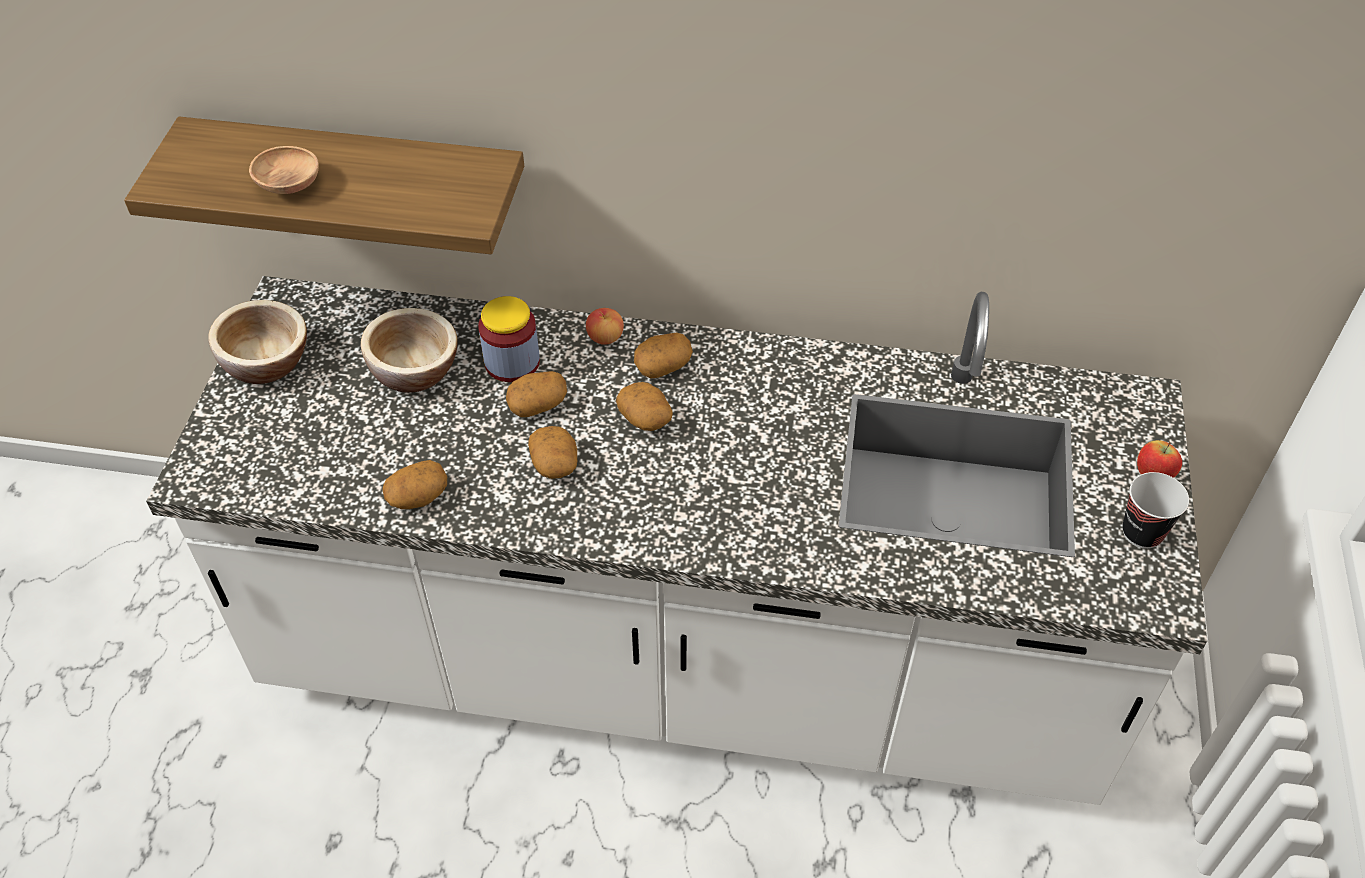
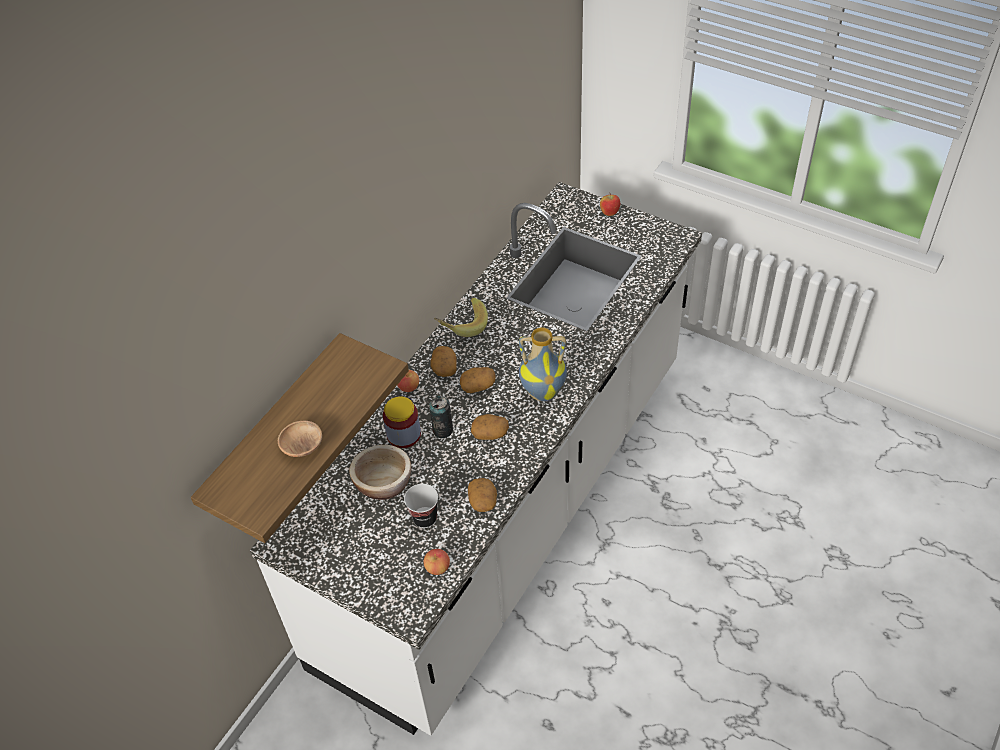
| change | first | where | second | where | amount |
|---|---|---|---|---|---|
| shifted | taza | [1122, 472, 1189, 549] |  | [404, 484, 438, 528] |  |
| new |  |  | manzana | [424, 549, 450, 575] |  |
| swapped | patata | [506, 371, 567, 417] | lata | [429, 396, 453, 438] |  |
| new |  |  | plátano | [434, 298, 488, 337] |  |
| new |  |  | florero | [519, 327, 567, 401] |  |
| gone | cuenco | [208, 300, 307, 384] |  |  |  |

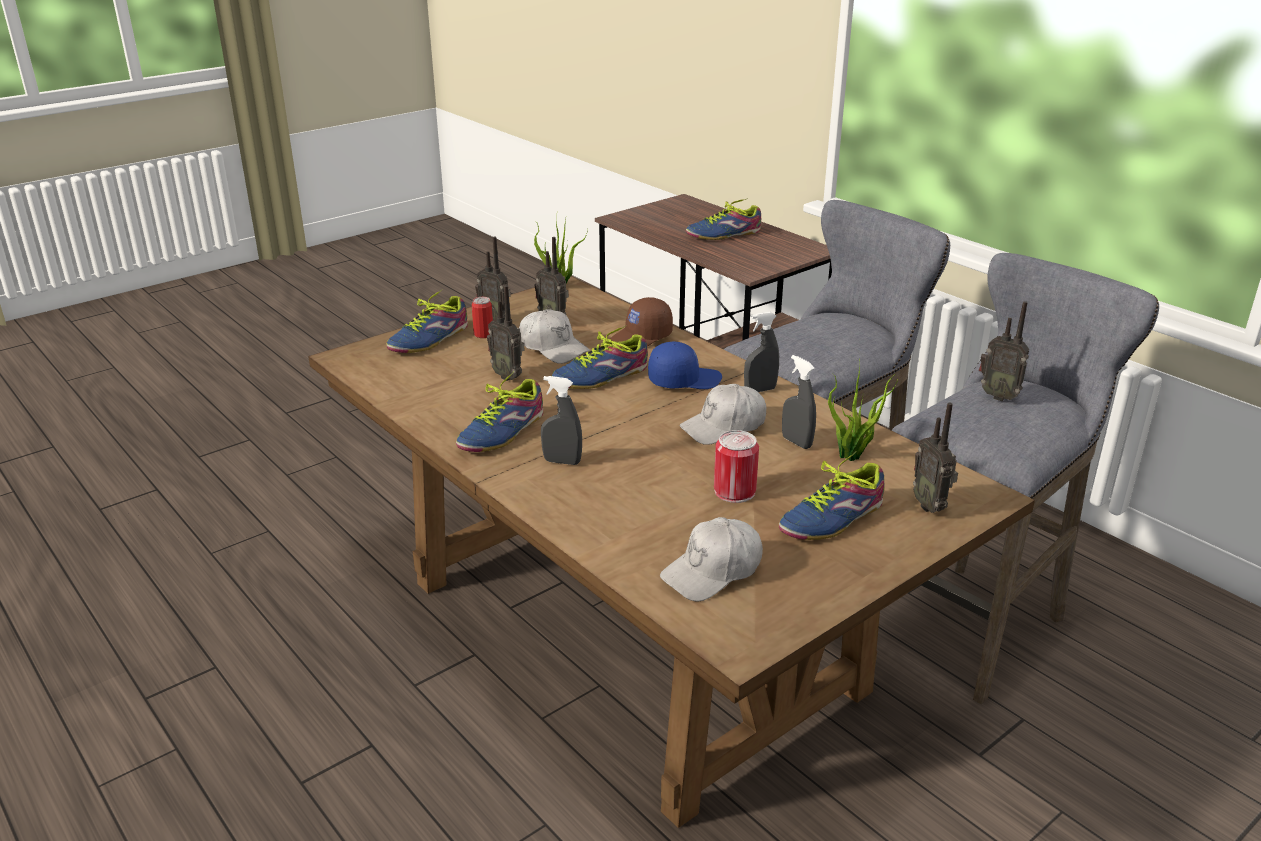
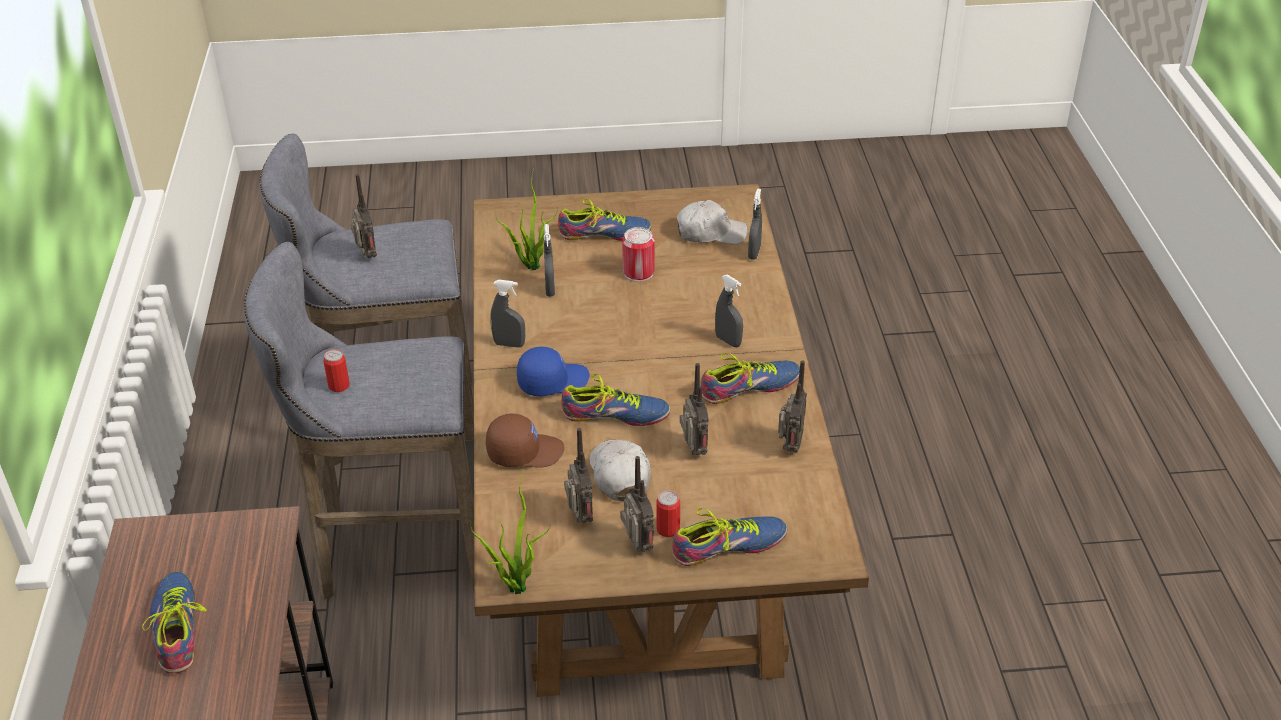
| change | first | where | second | where | amount |
|---|---|---|---|---|---|
| rotated | zapato | [686, 198, 761, 240] |  | [142, 572, 207, 674] | 120 degrees counterclockwise |
| new |  |  | lata | [323, 349, 350, 392] |  |
| rotated | gorra [azul] | [648, 342, 722, 389] |  | [517, 347, 590, 396] | 135 degrees clockwise |
| new |  |  | pulverizador [gris] | [748, 189, 762, 260] |  |
| shifted | radio | [913, 403, 958, 513] |  | [778, 360, 807, 453] |  |
| gone | gorra [blanco] | [679, 384, 766, 445] |  |  |  |

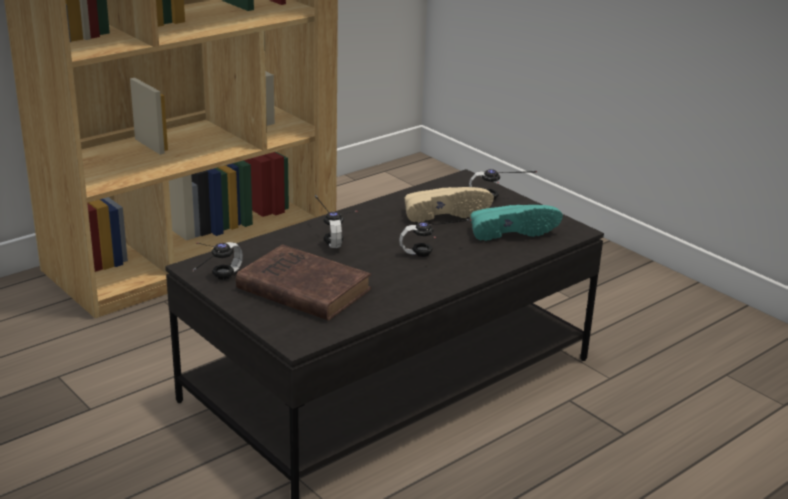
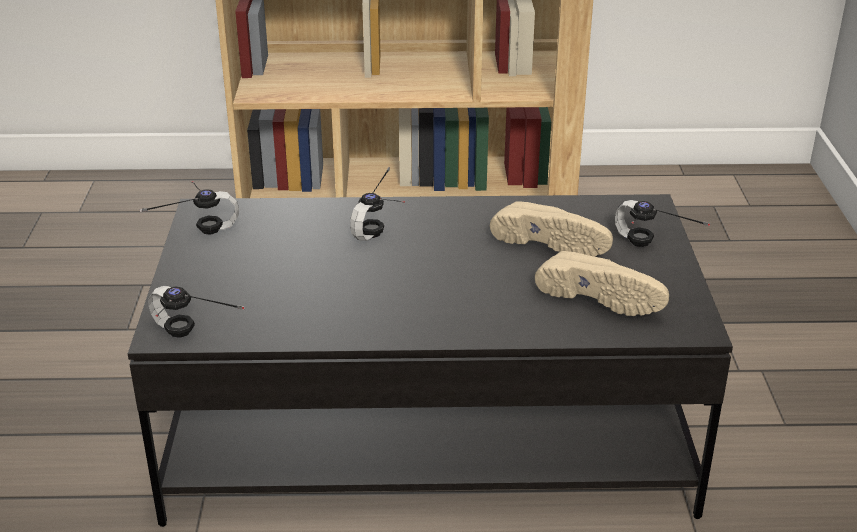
| change | first | where | second | where | amount |
|---|---|---|---|---|---|
| shifted | auriculares | [399, 219, 471, 257] |  | [148, 286, 245, 338] |  |
| repainted | zapato [turquesa] | [470, 205, 563, 241] | zapato [beis] | [535, 251, 669, 316] |  |
| gone | libro [marrón] | [236, 244, 371, 321] |  |  |  |

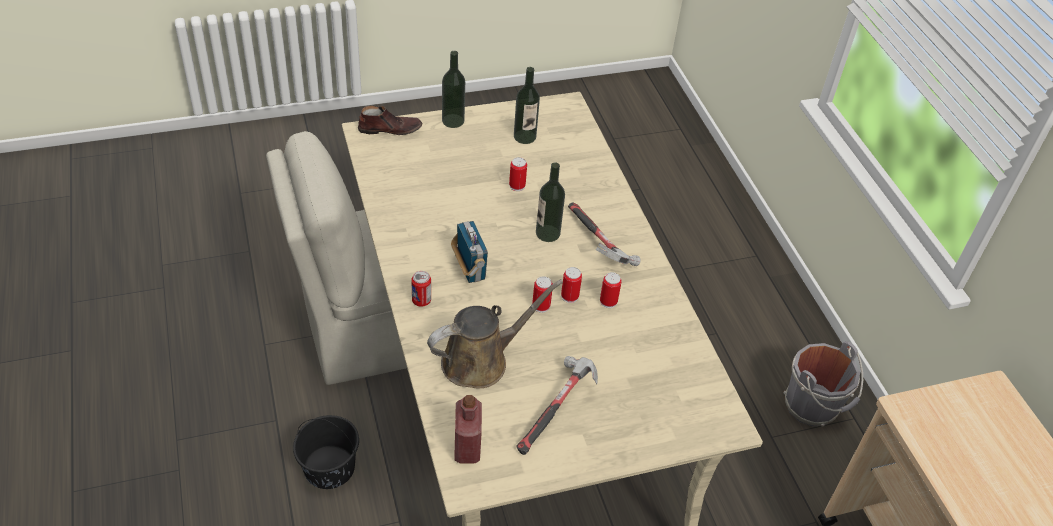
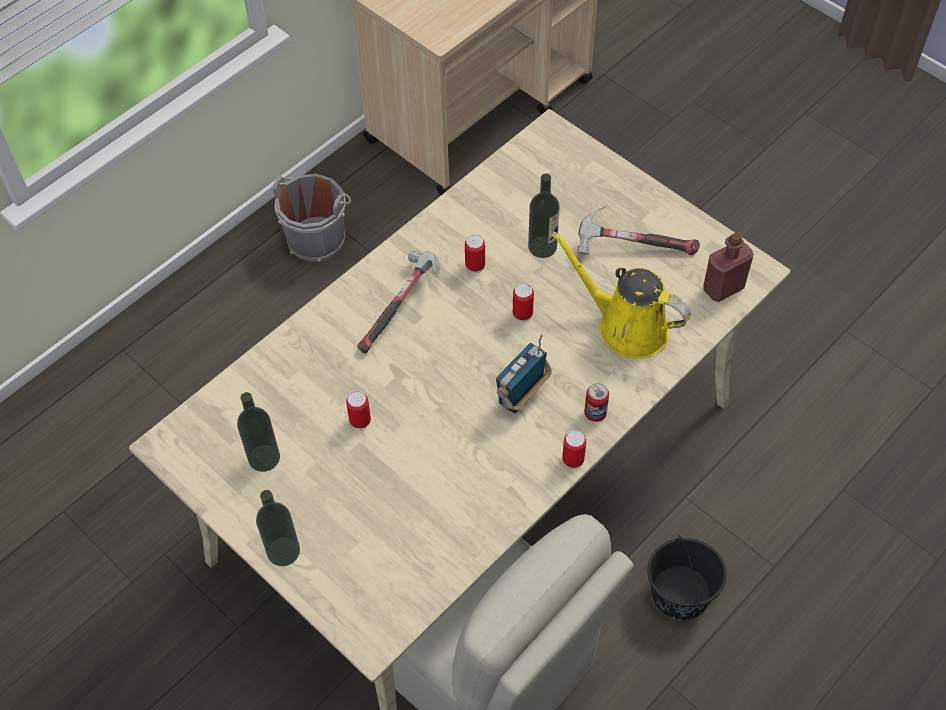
| change | first | where | second | where | amount |
|---|---|---|---|---|---|
| shifted | botella | [536, 162, 565, 242] |  | [528, 174, 560, 258] |  |
| repainted | regadera [marrón] | [427, 279, 563, 388] | regadera [amarillo] | [551, 231, 691, 359] |  |
| shifted | lata | [561, 267, 582, 303] |  | [562, 430, 586, 469] |  |
| gone | zapato [marrón] | [358, 106, 423, 135] |  |  |  |

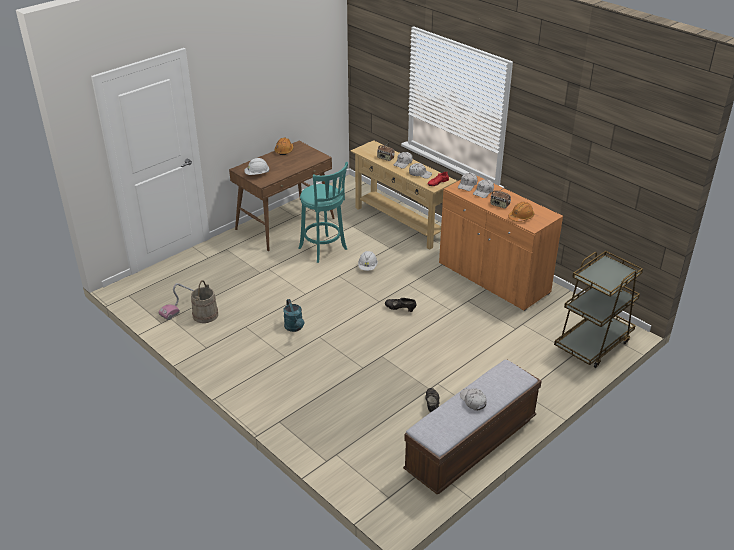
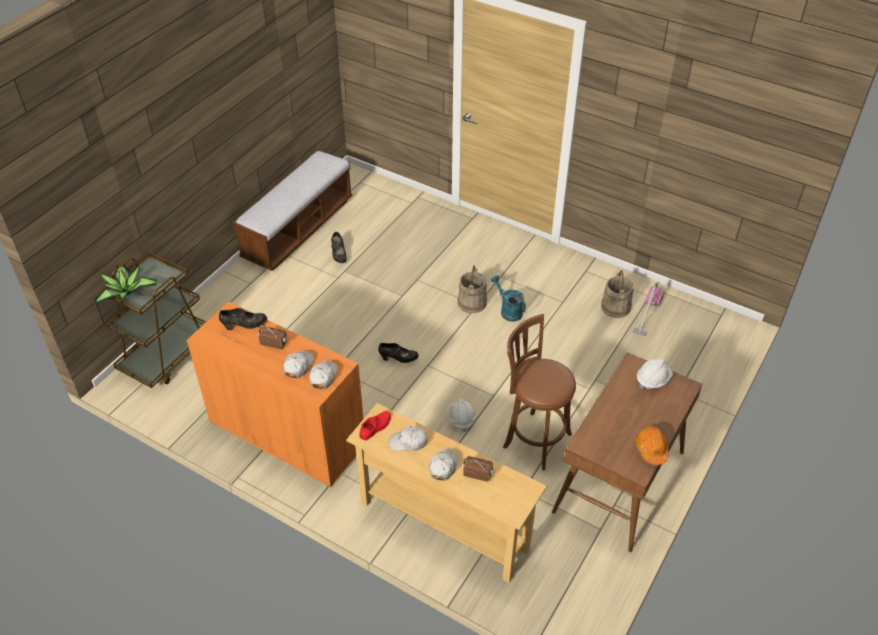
| change | first | where | second | where | amount |
|---|---|---|---|---|---|
| new |  |  | planta en maceta | [94, 264, 157, 305] |  |
| swapped | casco [naranja] | [508, 202, 534, 222] | zapato [negro] | [219, 308, 267, 330] |  |
| new |  |  | cubo [beis] | [457, 265, 487, 313] |  |
| repainted | taburete [turquesa] | [298, 162, 348, 263] | taburete [marrón] | [503, 314, 576, 470] |  |
| gone | gorra [blanco] | [460, 388, 487, 411] |  |  |  |

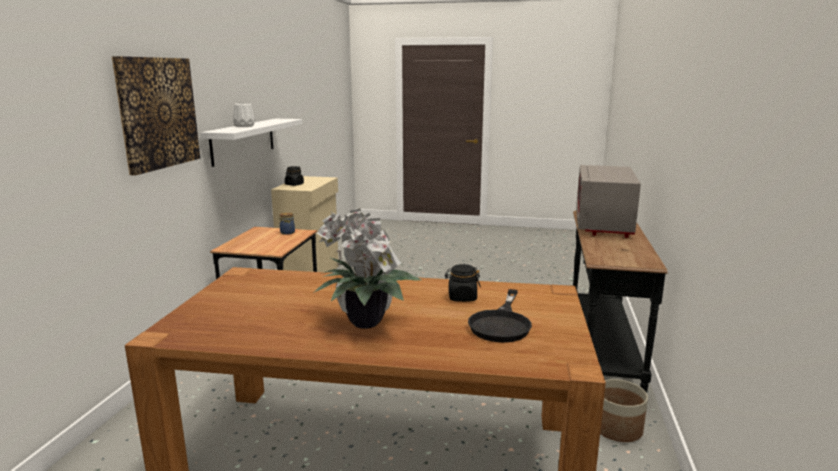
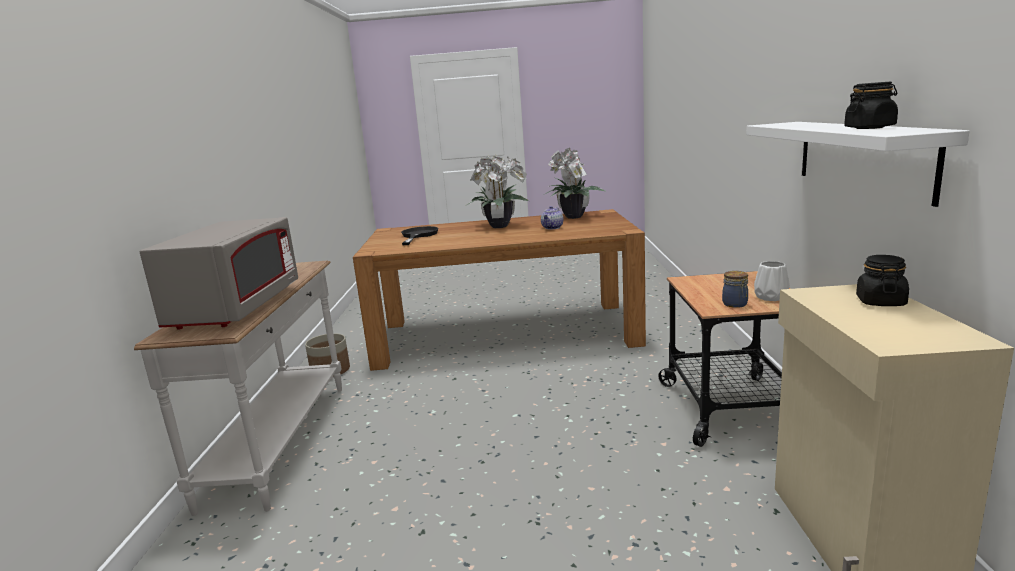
| change | first | where | second | where | amount |
|---|---|---|---|---|---|
| repainted | mesa consola [negro] | [573, 211, 668, 393] | mesa consola [blanco] | [134, 260, 342, 516] |  |
| new |  |  | tetera | [541, 206, 563, 229] |  |
| new |  |  | planta en maceta | [544, 147, 607, 219] |  |
| shifted | florero [blanco] | [233, 103, 255, 127] |  | [754, 261, 790, 301] |  |
| shifted | tarro [negro] | [445, 264, 481, 302] |  | [844, 81, 898, 129] |  |
| gone | cuadro | [112, 56, 200, 176] |  |  |  |

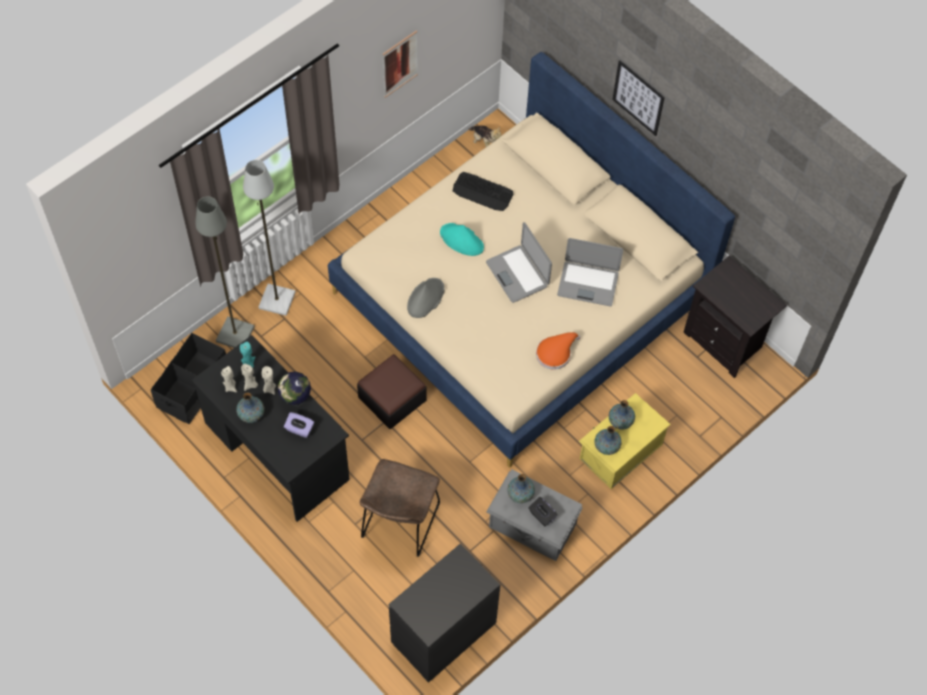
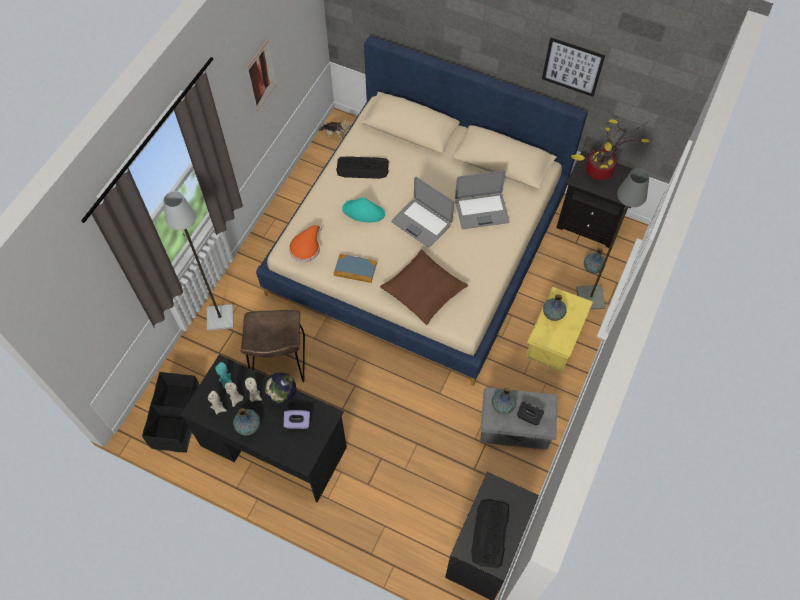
| change | first | where | second | where | amount |
|---|---|---|---|---|---|
| shifted | silla [marrón] | [360, 459, 440, 557] |  | [240, 310, 305, 382] |  |
| shifted | sombrero [naranja] | [536, 332, 580, 370] |  | [289, 225, 322, 262] |  |
| swapped | sombrero [gris] | [407, 278, 445, 318] | libro | [334, 254, 377, 283] |  |
| new |  |  | cojín [marrón] | [380, 250, 468, 325] |  |
| new |  |  | teclado | [471, 499, 509, 568] |  |
| shifted | cuadro | [612, 60, 665, 136] |  | [542, 37, 605, 97] |  |
| new |  |  | planta en maceta | [571, 119, 650, 180] |  |
| shifted | lámpara de pie [gris] | [195, 196, 254, 348] |  | [576, 168, 649, 310] |  |
| shifted | florero | [595, 426, 621, 455] |  | [584, 248, 605, 274] |  |
| gone | puf | [357, 354, 426, 429] |  |  |  |

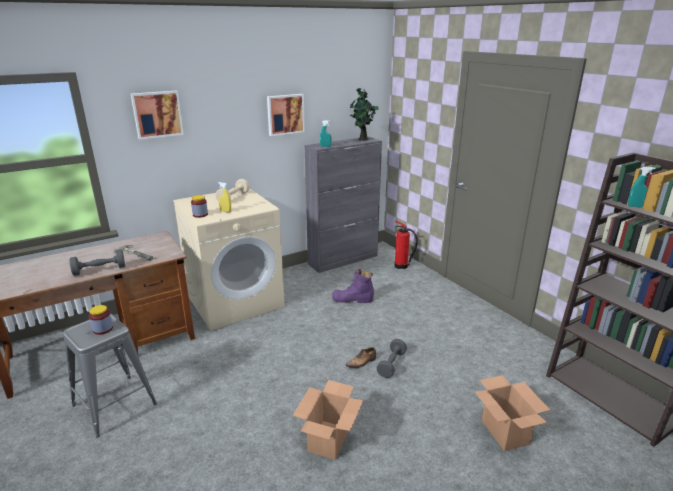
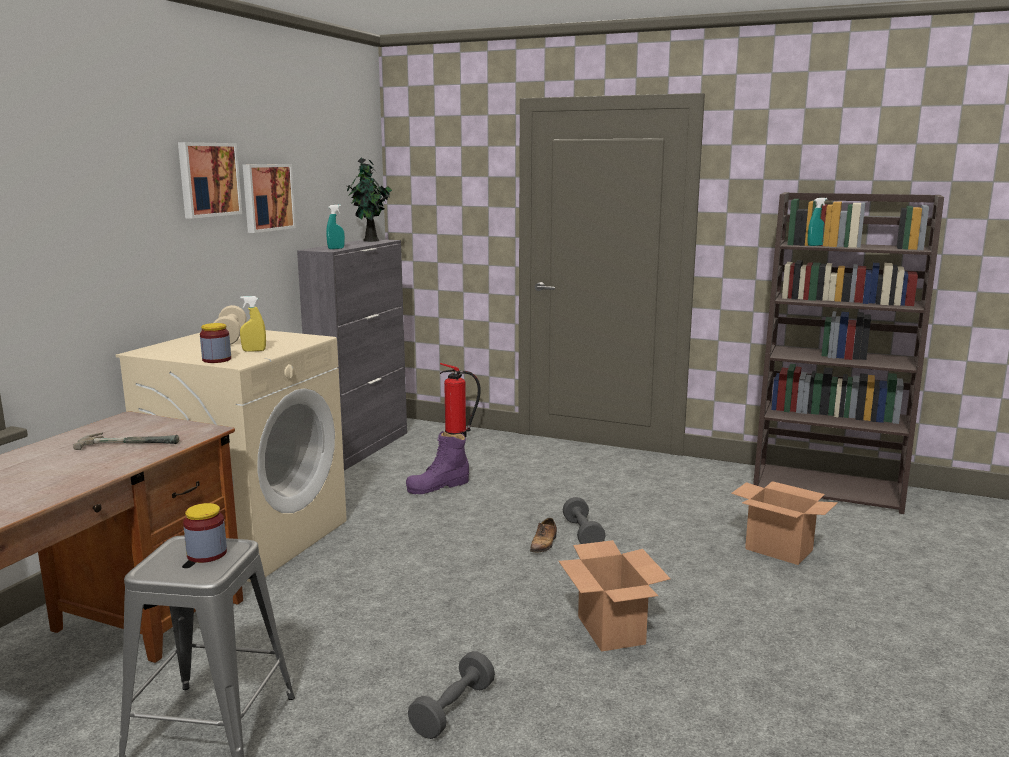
| change | first | where | second | where | amount |
|---|---|---|---|---|---|
| shifted | cuadro | [131, 91, 184, 140] |  | [178, 142, 242, 219] |  |
| shifted | mancuerna [gris] | [70, 249, 125, 276] |  | [408, 651, 495, 739] |  |

